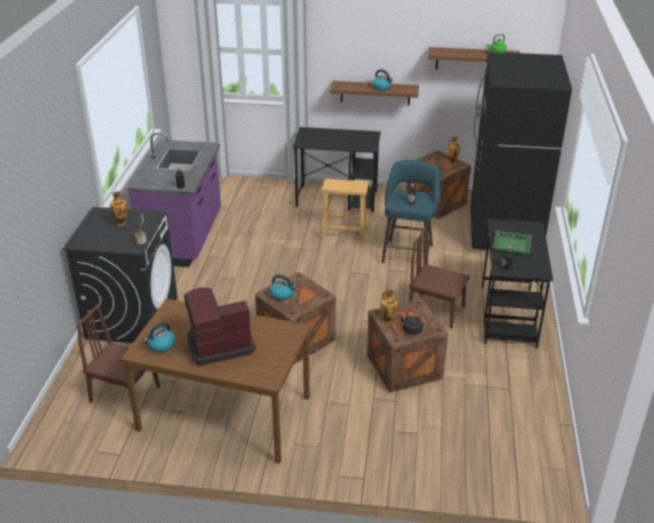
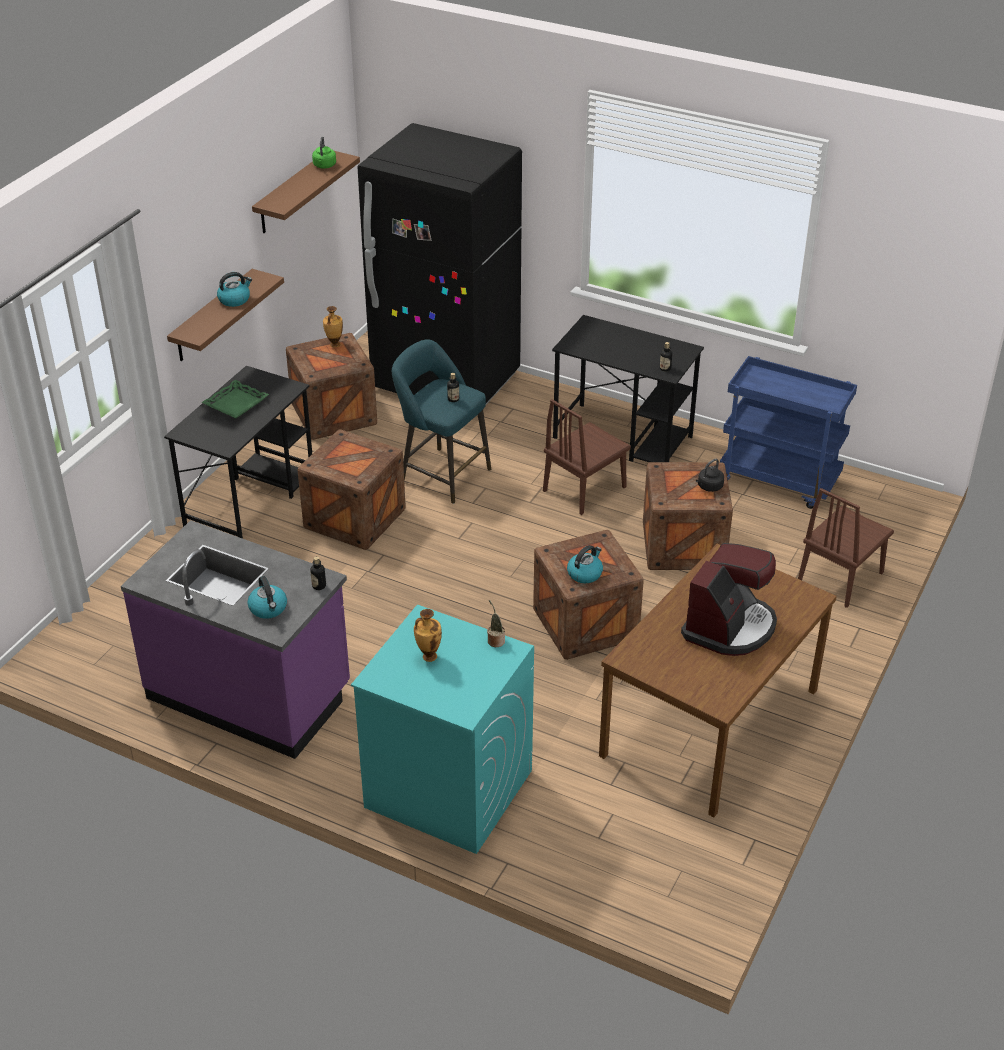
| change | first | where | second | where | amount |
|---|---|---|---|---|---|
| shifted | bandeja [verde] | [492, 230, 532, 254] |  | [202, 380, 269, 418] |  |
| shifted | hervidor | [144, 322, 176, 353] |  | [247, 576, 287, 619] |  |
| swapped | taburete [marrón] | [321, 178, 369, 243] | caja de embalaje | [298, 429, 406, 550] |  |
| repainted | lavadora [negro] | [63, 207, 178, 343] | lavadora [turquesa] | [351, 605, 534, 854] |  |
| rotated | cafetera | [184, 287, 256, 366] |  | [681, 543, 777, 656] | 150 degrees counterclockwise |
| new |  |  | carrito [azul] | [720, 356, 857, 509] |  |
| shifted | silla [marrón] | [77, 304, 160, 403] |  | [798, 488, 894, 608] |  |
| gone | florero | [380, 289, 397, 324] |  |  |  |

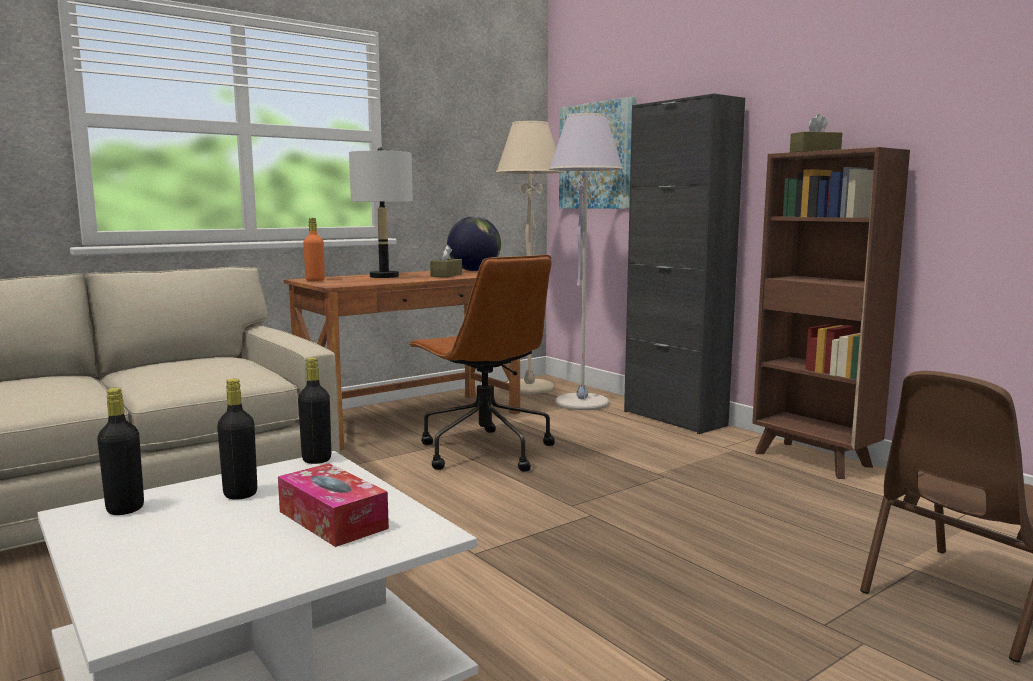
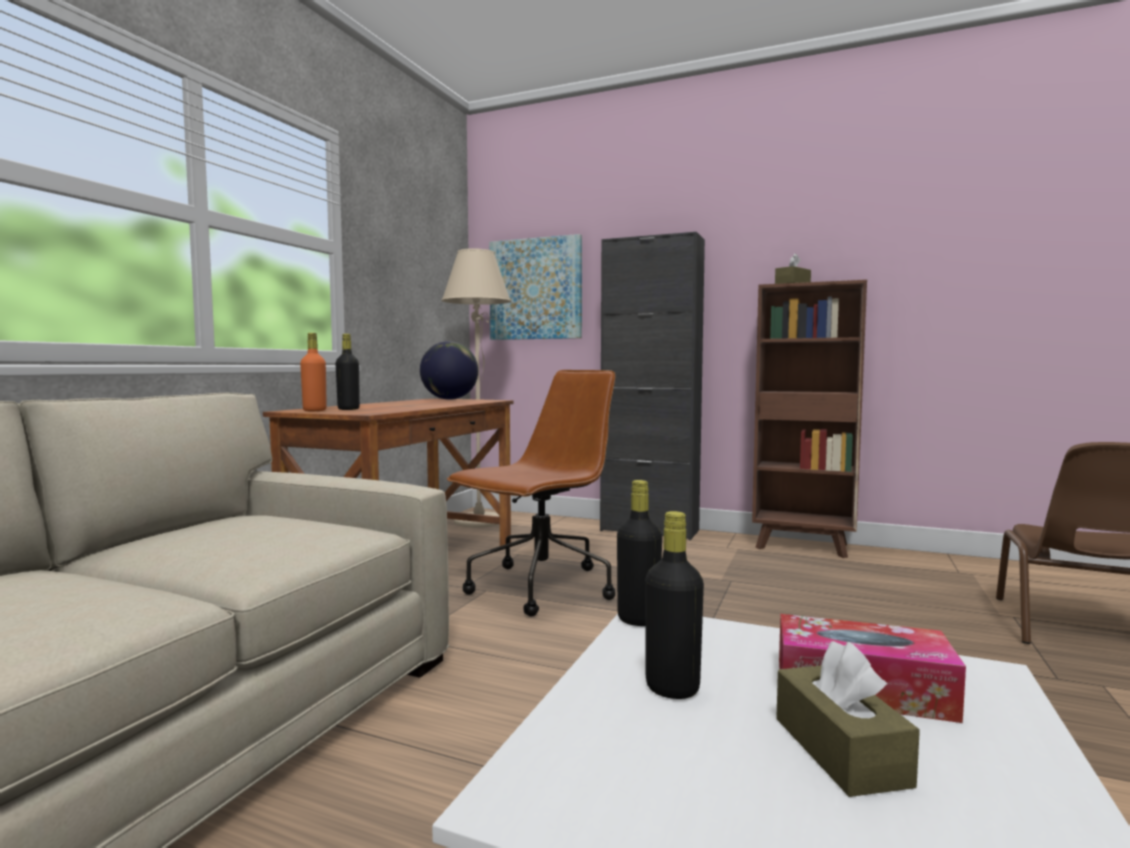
| change | first | where | second | where | amount |
|---|---|---|---|---|---|
| shifted | botella [negro] | [97, 388, 144, 515] |  | [336, 334, 360, 410] |  |
| rotated | silla de oficina [marrón] | [408, 255, 555, 472] |  | [447, 370, 615, 617] | 75 degrees counterclockwise |
| shifted | caja de pañuelos [marrón] | [430, 245, 462, 277] |  | [776, 641, 920, 797] |  |
| gone | lámpara de mesa [gris] | [349, 148, 413, 278] |  |  |  |
| gone | lámpara de pie [gris] | [549, 113, 623, 410] |  |  |  |

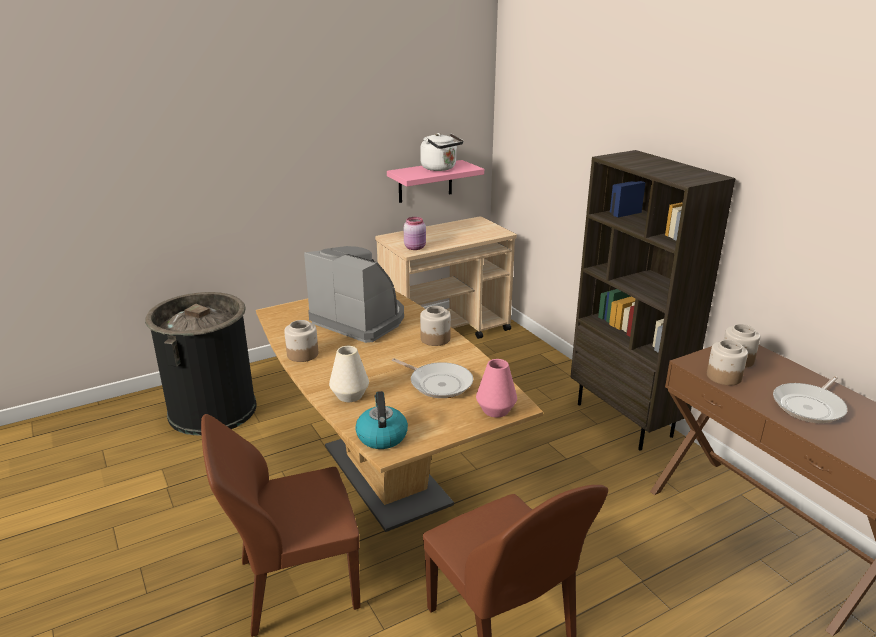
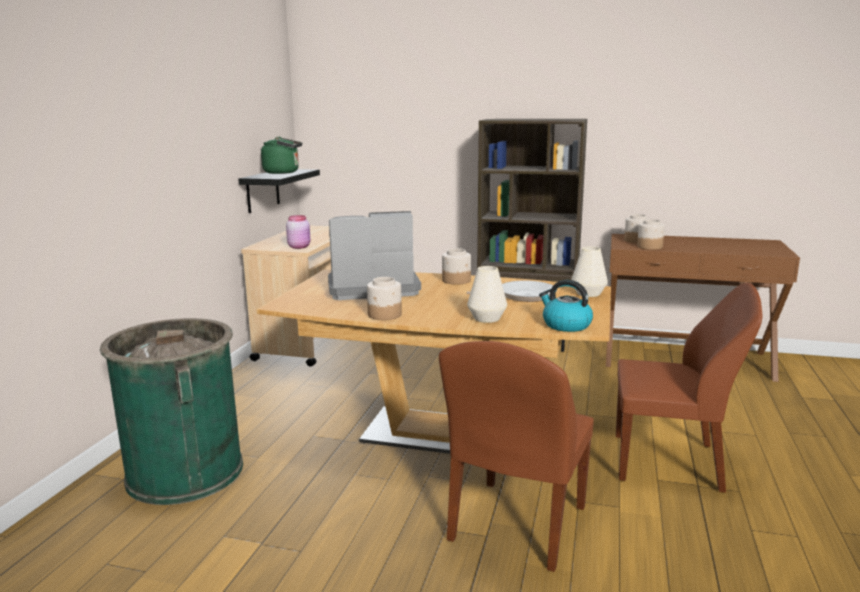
| change | first | where | second | where | amount |
|---|---|---|---|---|---|
| repainted | papelera [negro] | [145, 292, 257, 436] | papelera [verde] | [100, 318, 243, 505] |  |
| repainted | estante [rosa] | [387, 160, 484, 203] | estante [negro] | [238, 169, 320, 213] |  |
| repainted | hervidor [blanco] | [420, 133, 463, 171] | hervidor [verde] | [261, 137, 302, 174] |  |
| repainted | florero [rosa] | [476, 359, 517, 418] | florero [blanco] | [571, 246, 608, 297] |  |
| gone | sartén | [773, 376, 848, 423] |  |  |  |

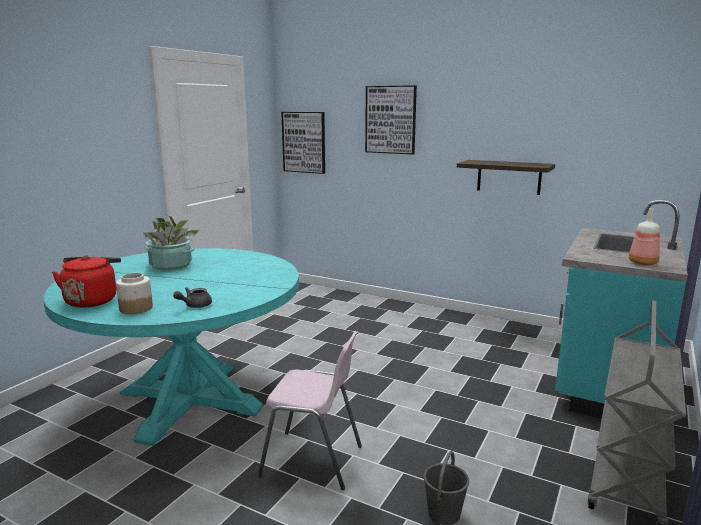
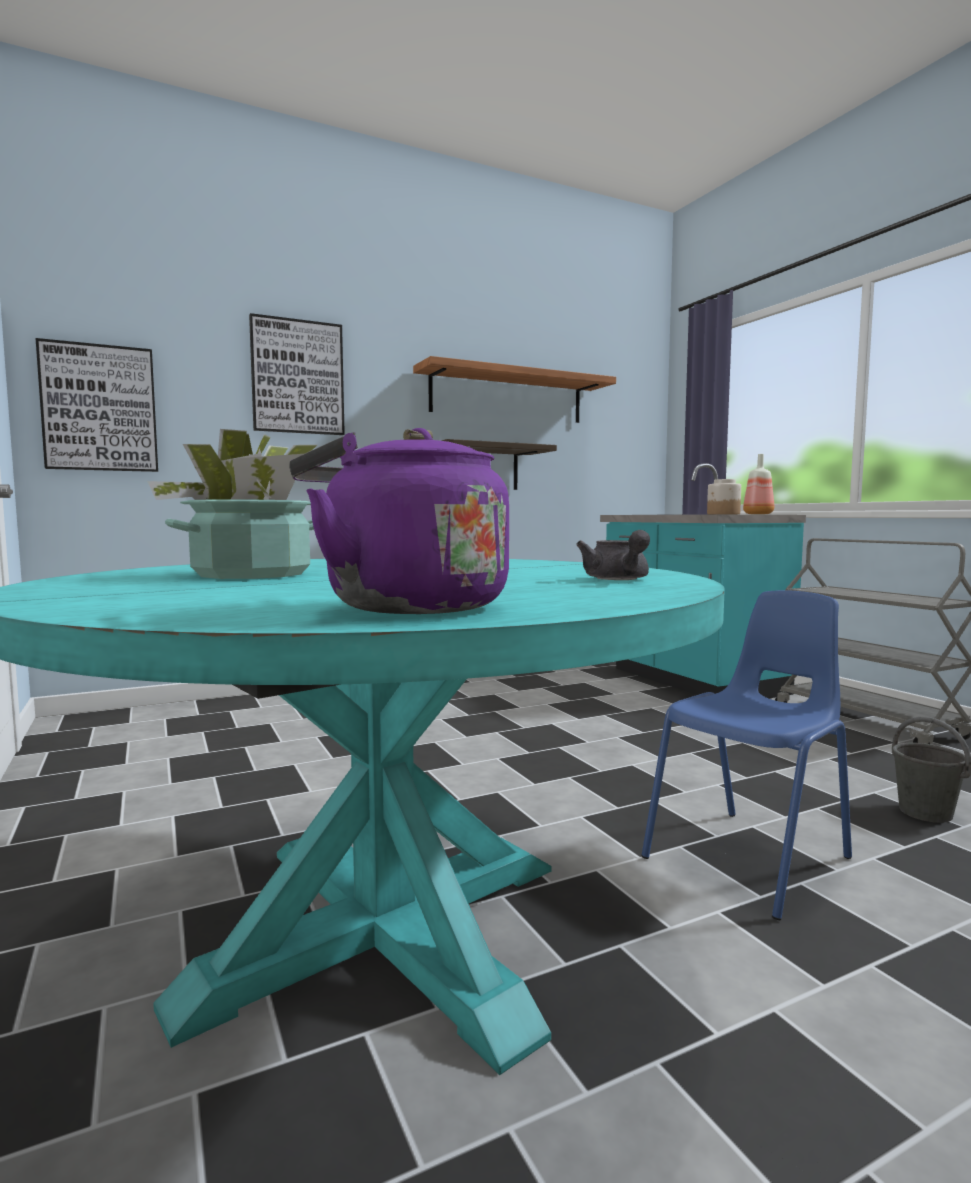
| change | first | where | second | where | amount |
|---|---|---|---|---|---|
| repainted | hervidor [rojo] | [52, 255, 121, 308] | hervidor [morado] | [290, 428, 509, 614] |  |
| new |  |  | estante | [413, 356, 616, 423] |  |
| repainted | silla [rosa] | [258, 331, 362, 490] | silla [azul] | [641, 590, 852, 920] |  |
| shifted | tarro | [116, 273, 153, 314] |  | [707, 479, 741, 514] |  |

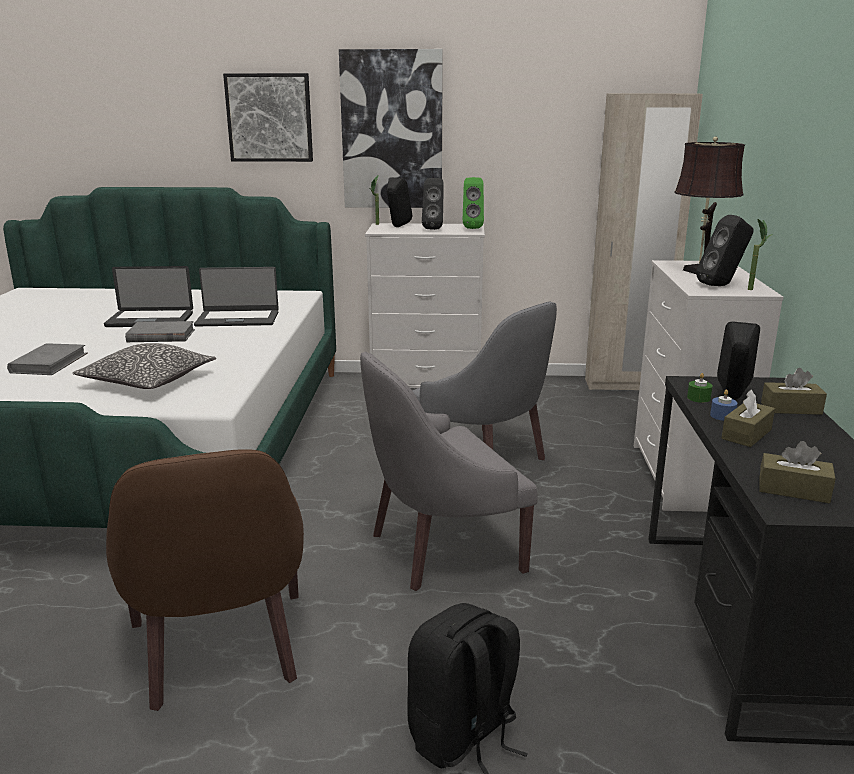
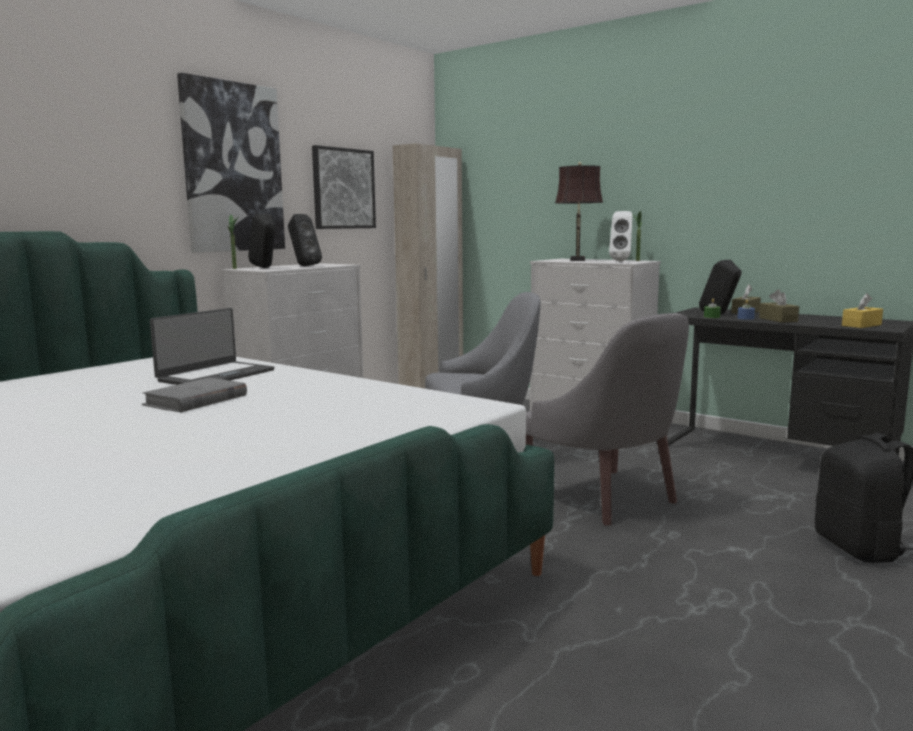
| change | first | where | second | where | amount |
|---|---|---|---|---|---|
| shifted | cuadro | [223, 73, 313, 162] |  | [312, 145, 376, 229] |  |
| rotated | sillón [gris] | [360, 352, 538, 591] |  | [526, 313, 689, 526] | 45 degrees counterclockwise |
| repainted | altavoz [negro] | [696, 215, 753, 286] | altavoz [blanco] | [609, 211, 632, 262] |  |
| repainted | caja de pañuelos [marrón] | [759, 441, 836, 503] | caja de pañuelos [amarillo] | [842, 293, 883, 328] |  |
| gone | libro [gris] | [7, 343, 88, 375] |  |  |  |
| gone | cojín | [73, 343, 216, 389] |  |  |  |
| gone | portátil | [104, 266, 193, 327] |  |  |  |
| gone | sillón [marrón] | [106, 449, 304, 711] |  |  |  |
| gone | altavoz [verde] | [463, 177, 484, 229] |  |  |  |

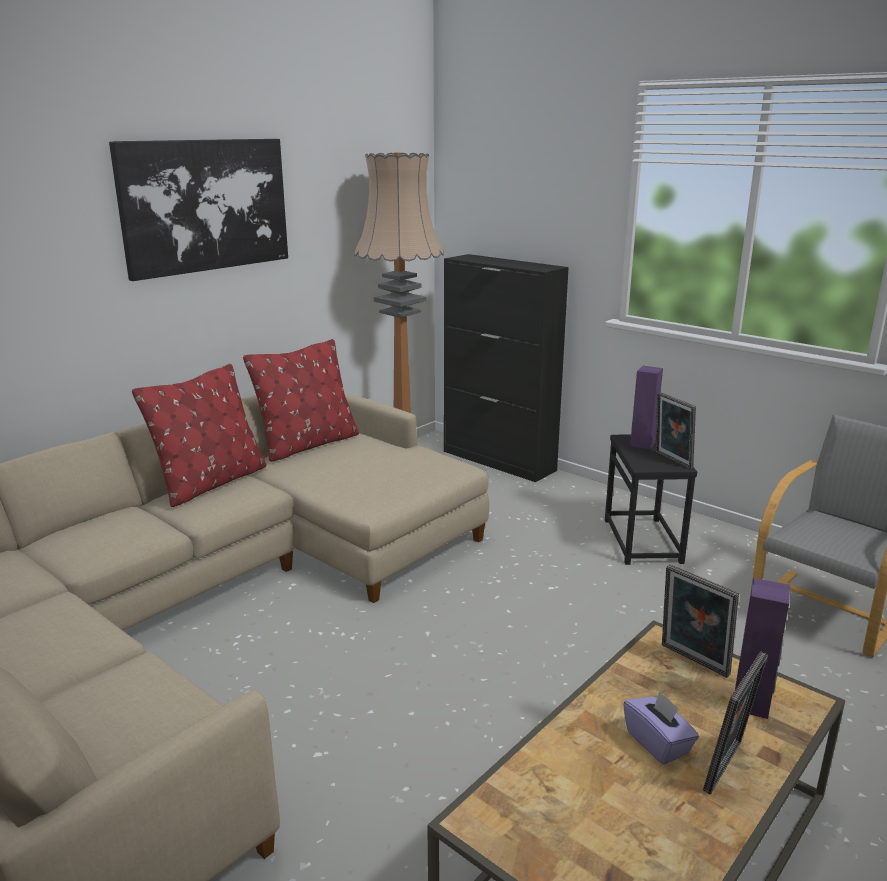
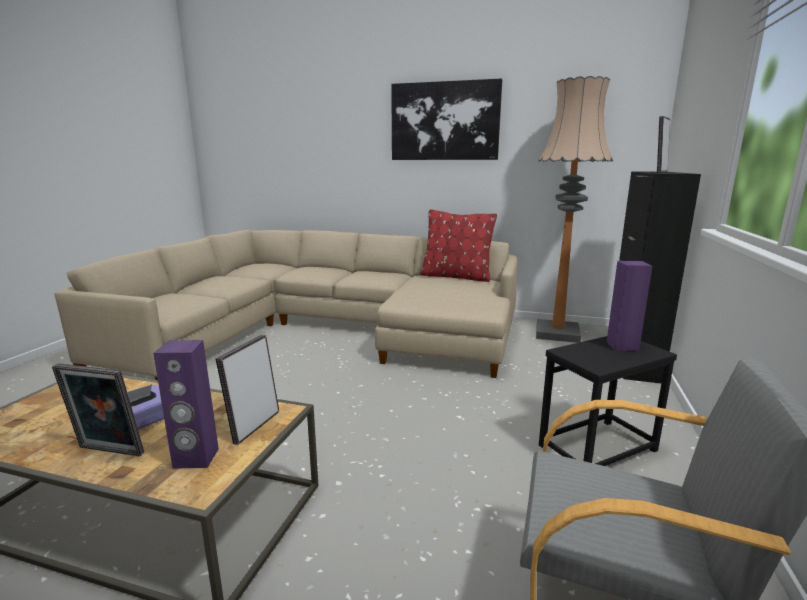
| change | first | where | second | where | amount |
|---|---|---|---|---|---|
| shifted | portarretratos | [656, 392, 696, 469] |  | [657, 116, 670, 173] |  |
| gone | cojín [rojo] | [132, 364, 266, 507] |  |  |  |

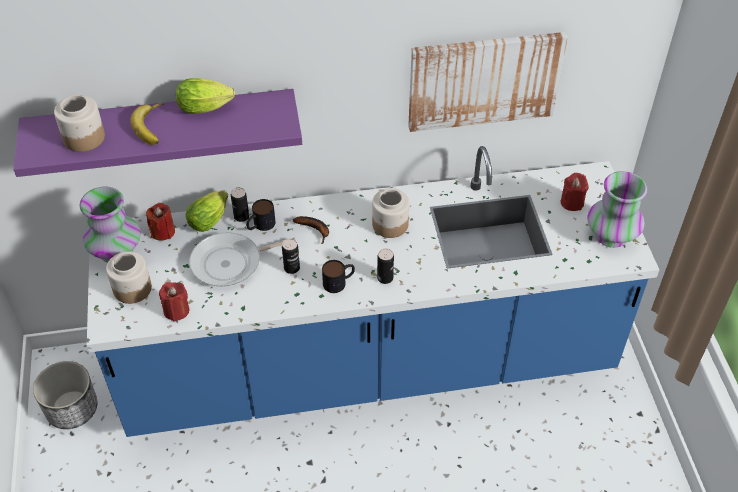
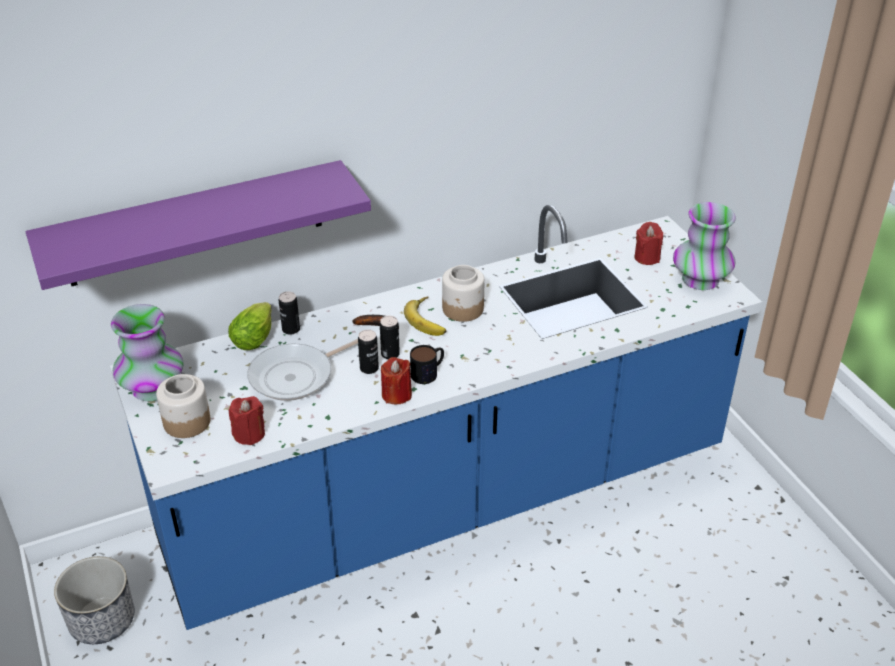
| change | first | where | second | where | amount |
|---|---|---|---|---|---|
| shifted | lata | [377, 248, 394, 284] |  | [380, 316, 400, 359] |  |
| shifted | vela [rojo] | [146, 203, 175, 241] |  | [381, 357, 412, 404] |  |
| shifted | plátano | [130, 103, 164, 145] |  | [404, 296, 446, 336] |  |
| gone | tarro | [54, 95, 105, 152] |  |  |  |
| gone | lechuga | [176, 78, 235, 114] |  |  |  |
| gone | taza grande | [246, 199, 276, 231] |  |  |  |
| gone | cuadro | [408, 32, 568, 132] |  |  |  |

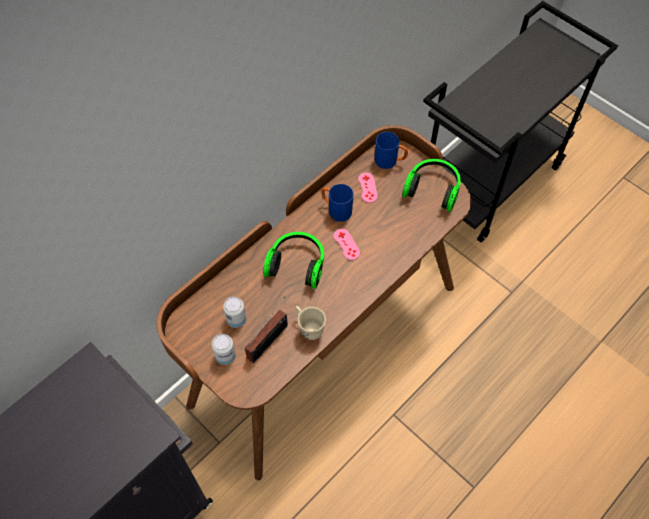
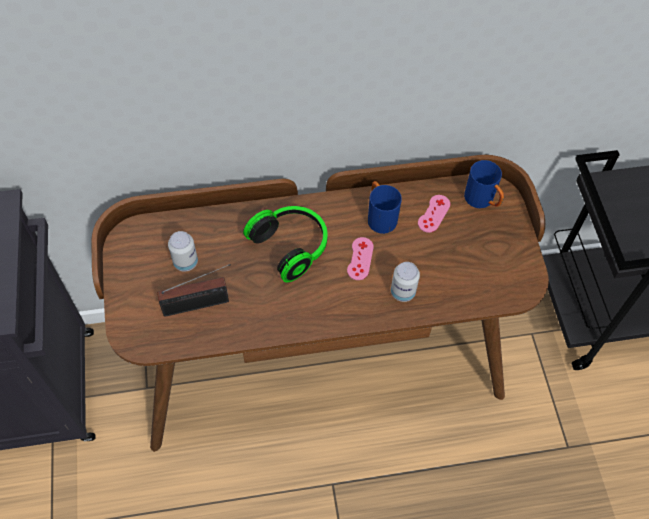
| change | first | where | second | where | amount |
|---|---|---|---|---|---|
| shifted | lata | [212, 334, 236, 365] |  | [391, 262, 420, 302] |  |
| gone | taza grande [beis] | [295, 306, 326, 340] |  |  |  |
| gone | auriculares | [402, 159, 461, 212] |  |  |  |

